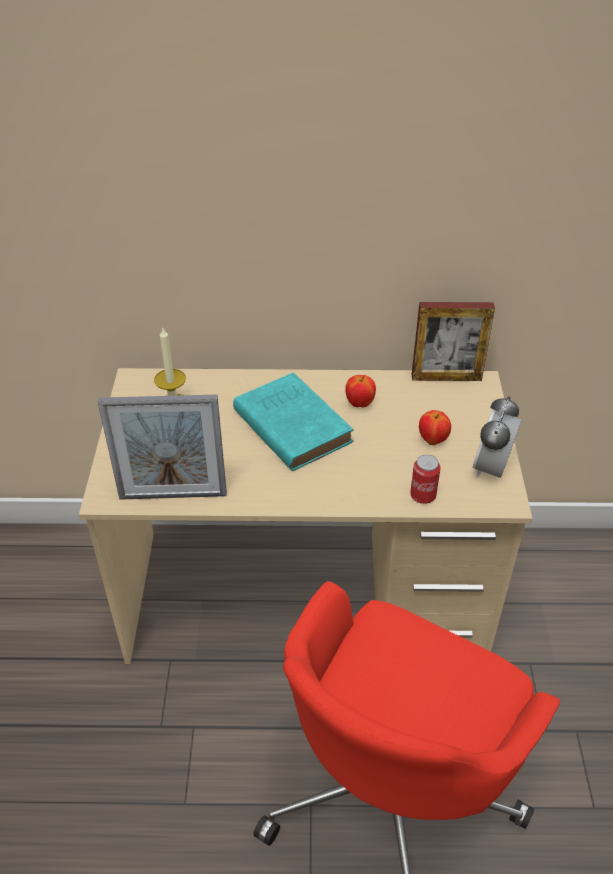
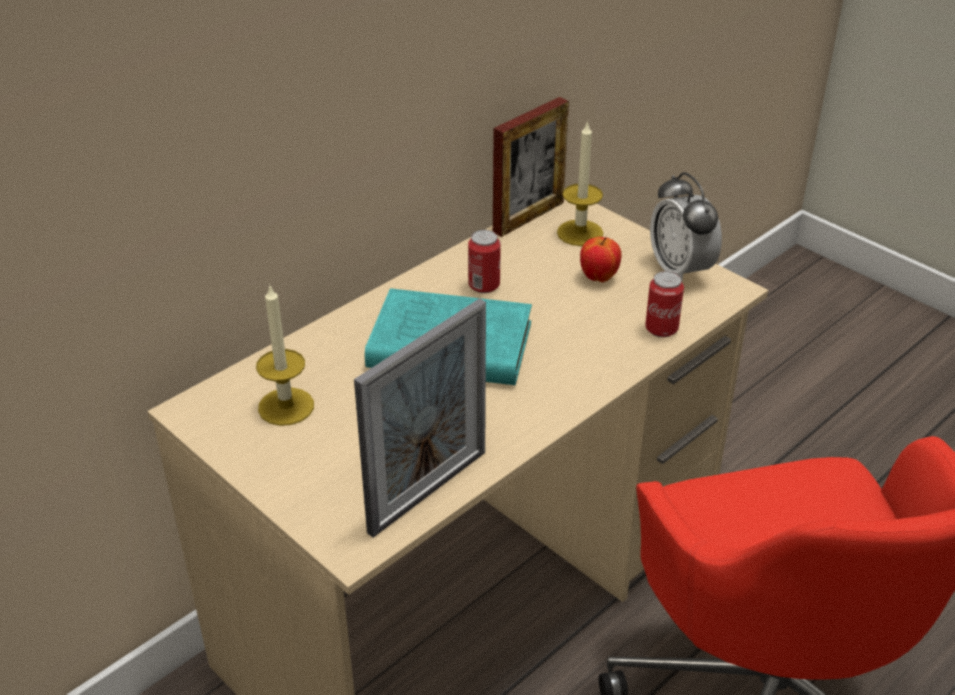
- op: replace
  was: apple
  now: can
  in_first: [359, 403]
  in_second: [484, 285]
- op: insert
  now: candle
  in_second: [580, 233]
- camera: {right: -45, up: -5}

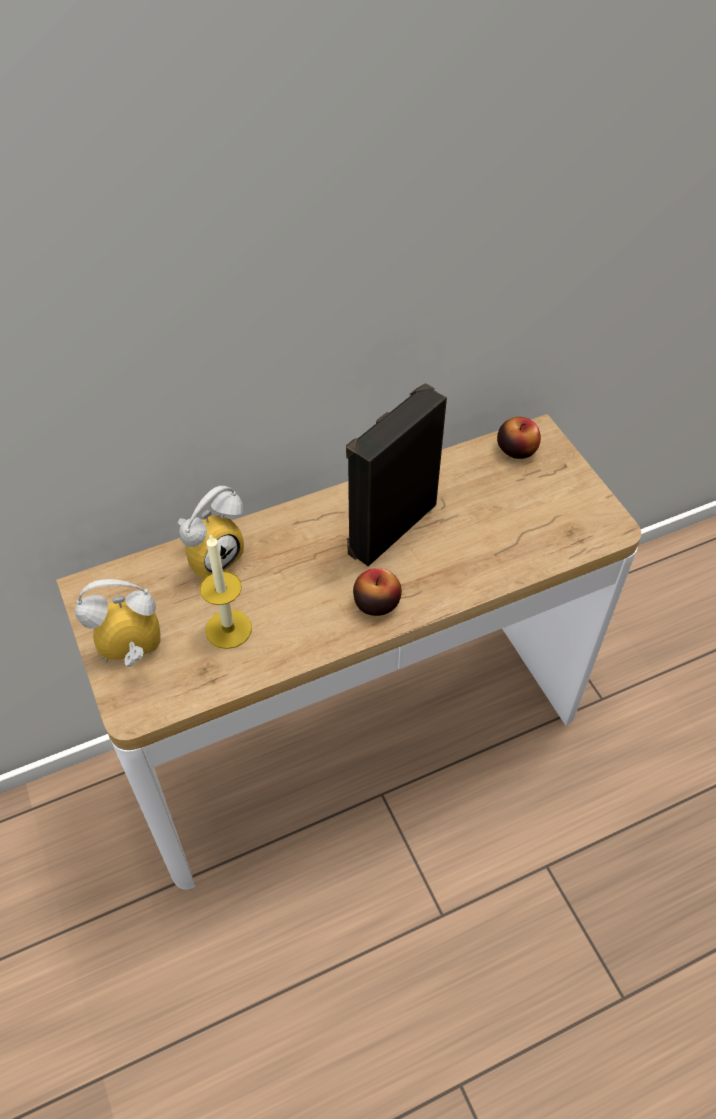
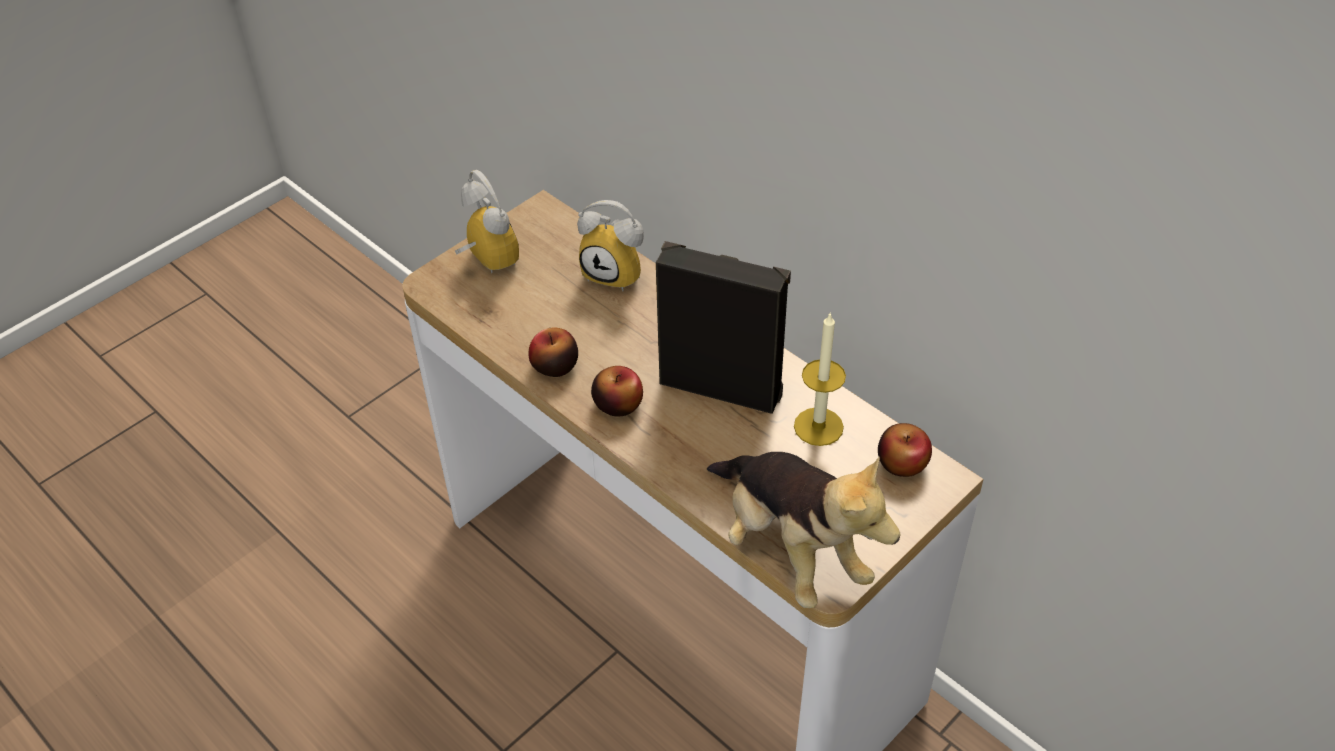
- op: insert
  now: apple
  in_second: [554, 366]
- op: insert
  now: plush toy
  in_second: [790, 548]
- op: move
  was: candle
  in_first: [228, 629]
  in_second: [818, 426]
- camera: {right: 70, up: -5}

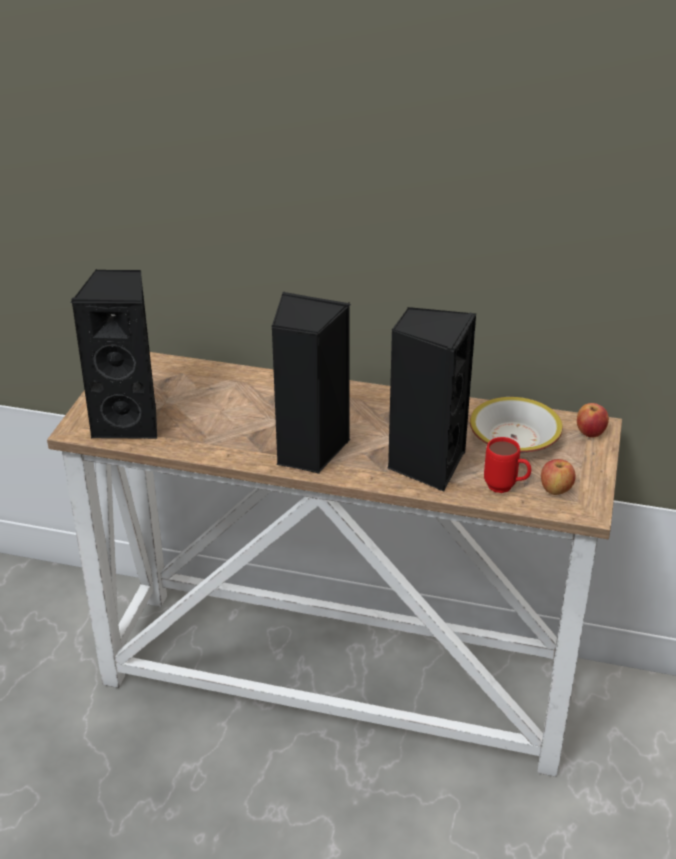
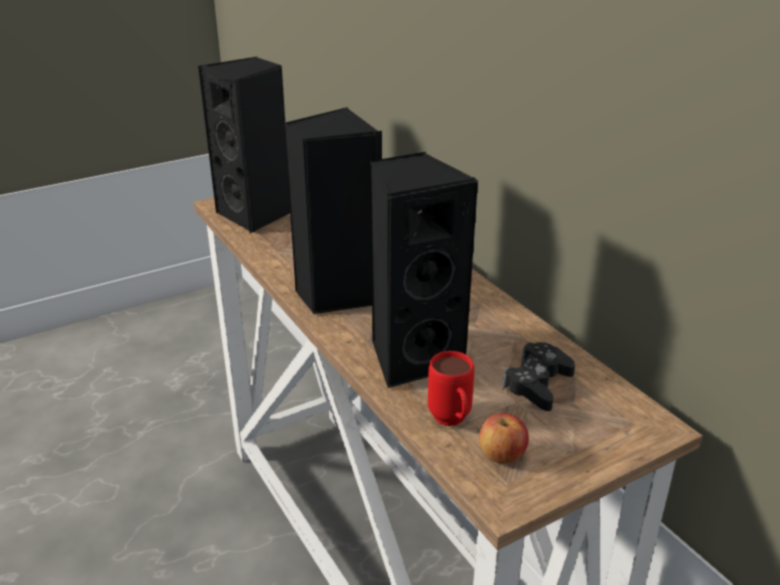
- op: replace
  was: bowl
  now: black game controller
  in_first: [513, 438]
  in_second: [537, 384]
- op: delete
  was: apple
  in_first: [590, 433]
- camera: {right: 45, up: -5}

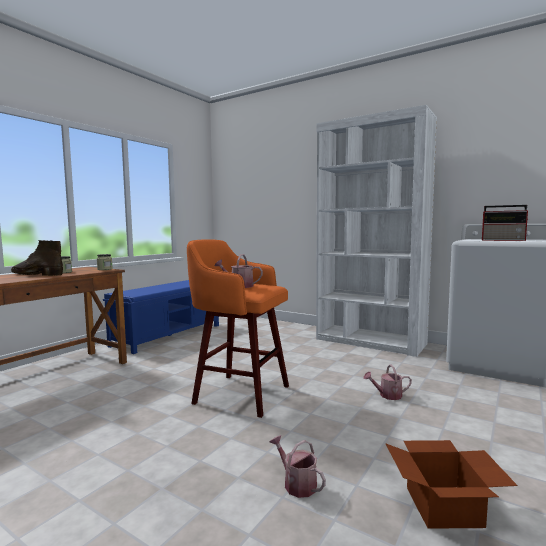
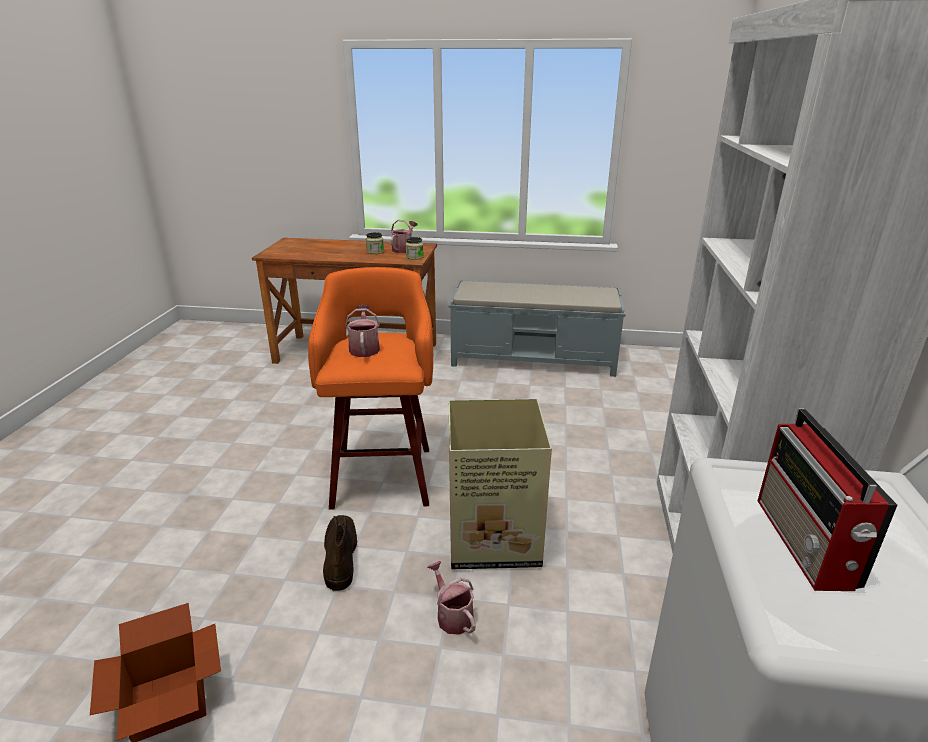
- op: move
  was: brown boot
  in_first: [36, 275]
  in_second: [340, 555]
- op: move
  was: watering can
  in_first: [297, 483]
  in_second: [404, 249]
- op: recolor
  was: blue bench
  now: grey bench
  in_first: [169, 335]
  in_second: [534, 359]
- op: insert
  now: cardboard box
  in_second: [495, 538]
- camera: {right: 65, up: 20}

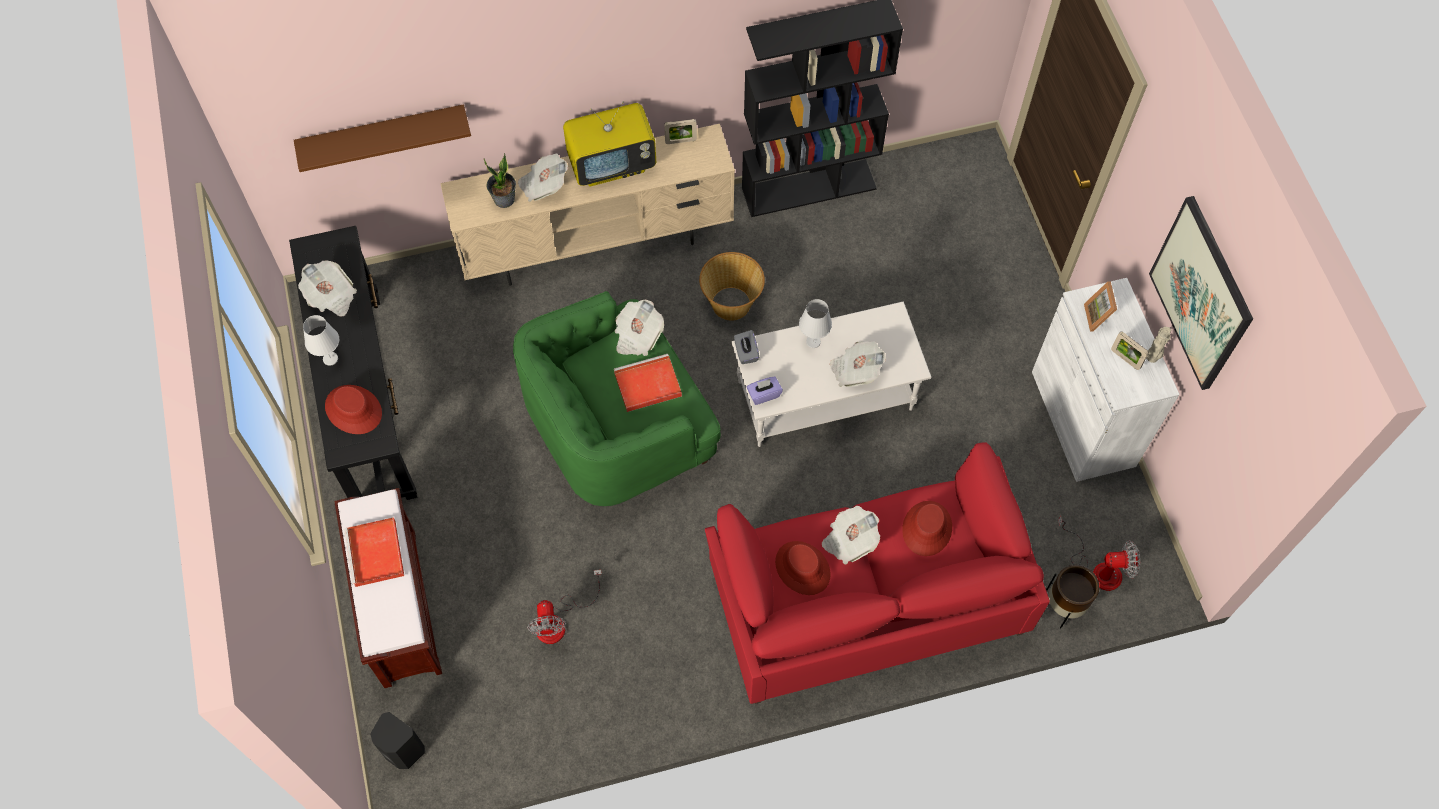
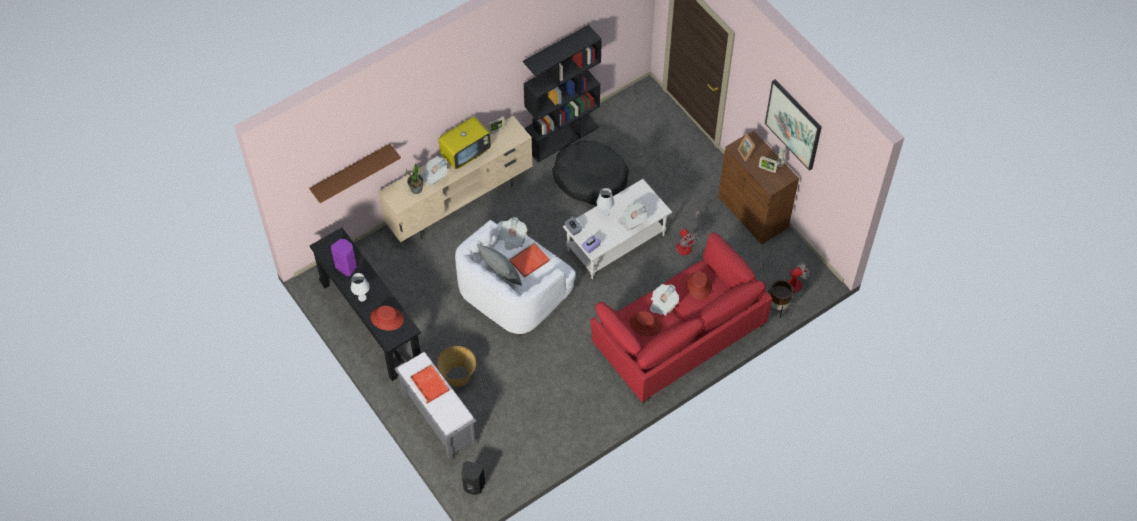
- op: replace
  was: newspaper
  now: purple speaker
  in_first: [331, 296]
  in_second: [347, 267]
- op: recolor
  was: brown bench
  now: grey bench
  in_first: [399, 606]
  in_second: [438, 419]
- op: move
  was: basket
  in_first: [731, 303]
  in_second: [458, 375]
- op: recolor
  was: green armchair
  now: white armchair
  in_first: [619, 427]
  in_second: [514, 293]
- op: insert
  now: grey pillow
  in_second: [500, 276]
- op: insert
  now: black dog bed
  in_second: [591, 179]
- op: move
  was: fan
  in_first: [559, 621]
  in_second: [686, 243]
- op: recolor
  was: white cabinet
  now: brown cabinet
  in_first: [1083, 418]
  in_second: [753, 212]
- camera: {right: -20, up: -5}

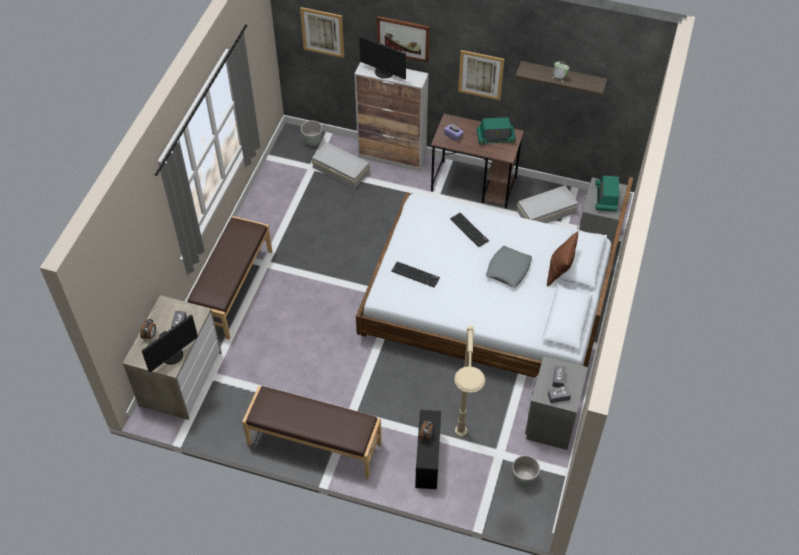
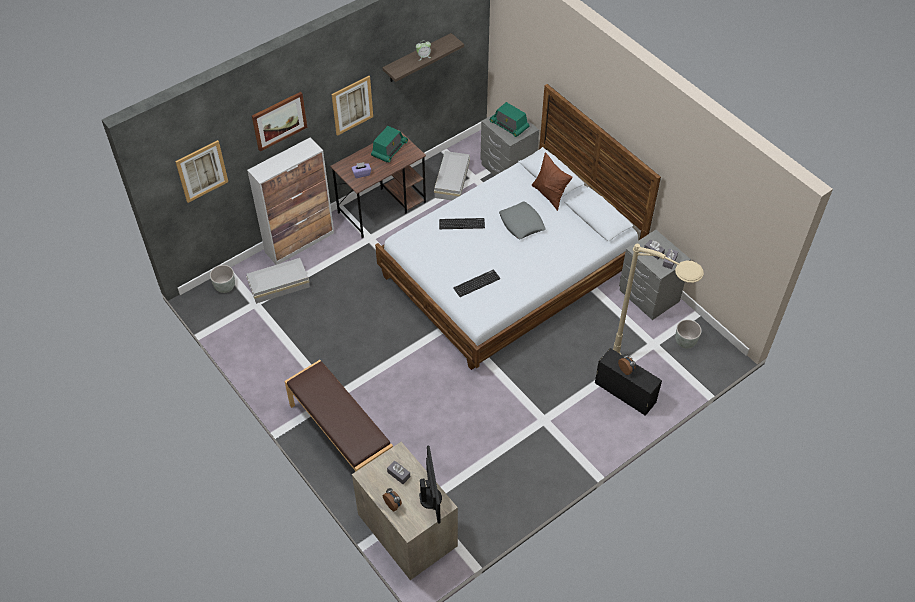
- op: delete
  was: brown bench
  in_first: [314, 444]
- op: delete
  was: monitor
  in_first: [383, 72]
- camera: {right: -55, up: 0}

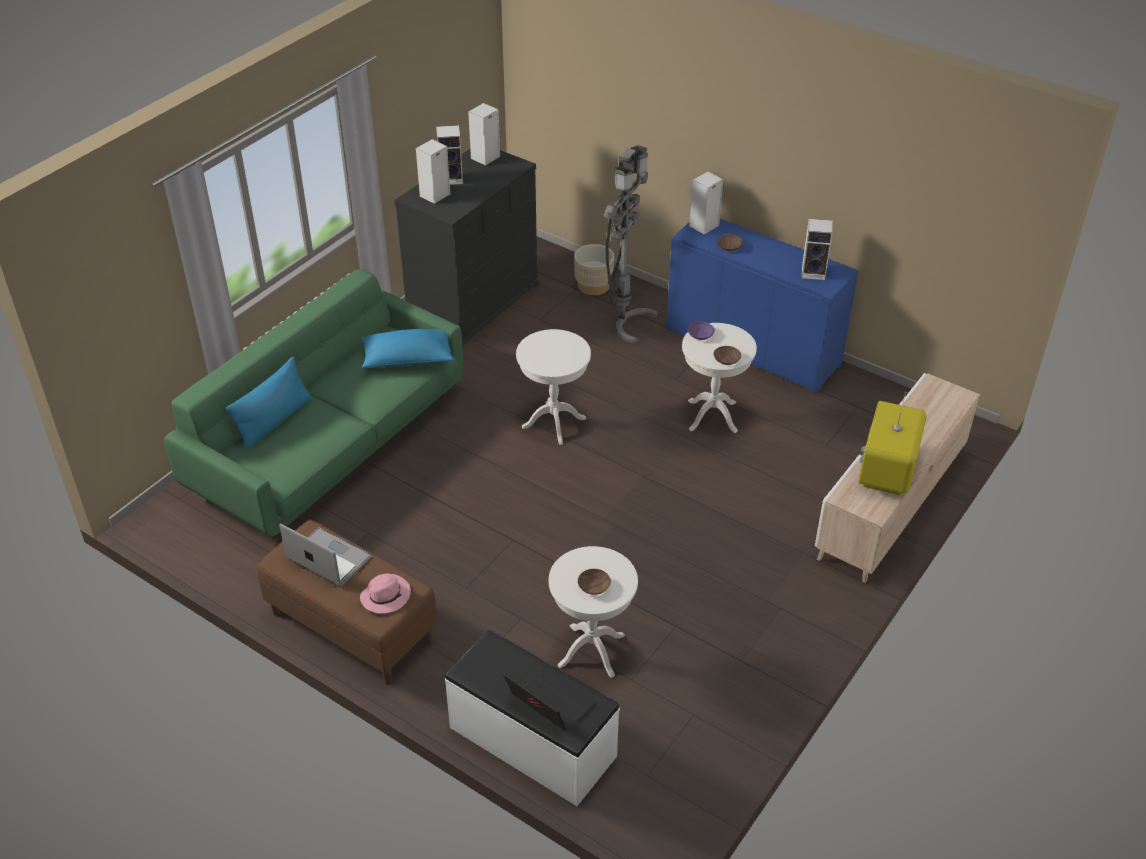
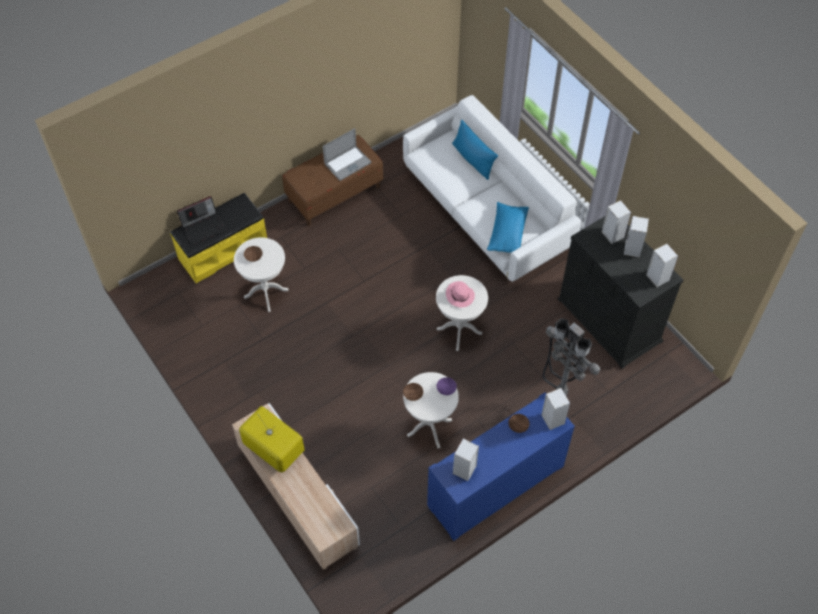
- op: recolor
  was: white bench
  now: yellow bench
  in_first: [532, 743]
  in_second: [223, 251]
- op: recolor
  was: green sofa
  now: white sofa
  in_first: [331, 443]
  in_second: [485, 211]
- op: move
  was: pink hat
  in_first: [386, 595]
  in_second: [460, 296]
- op: delete
  was: beige planter
  in_first: [593, 286]
- camera: {right: 110, up: 15}

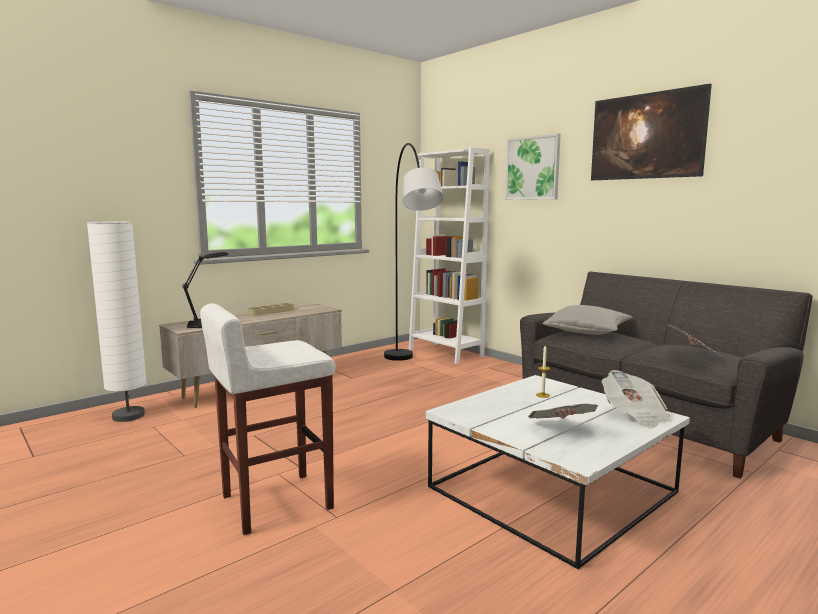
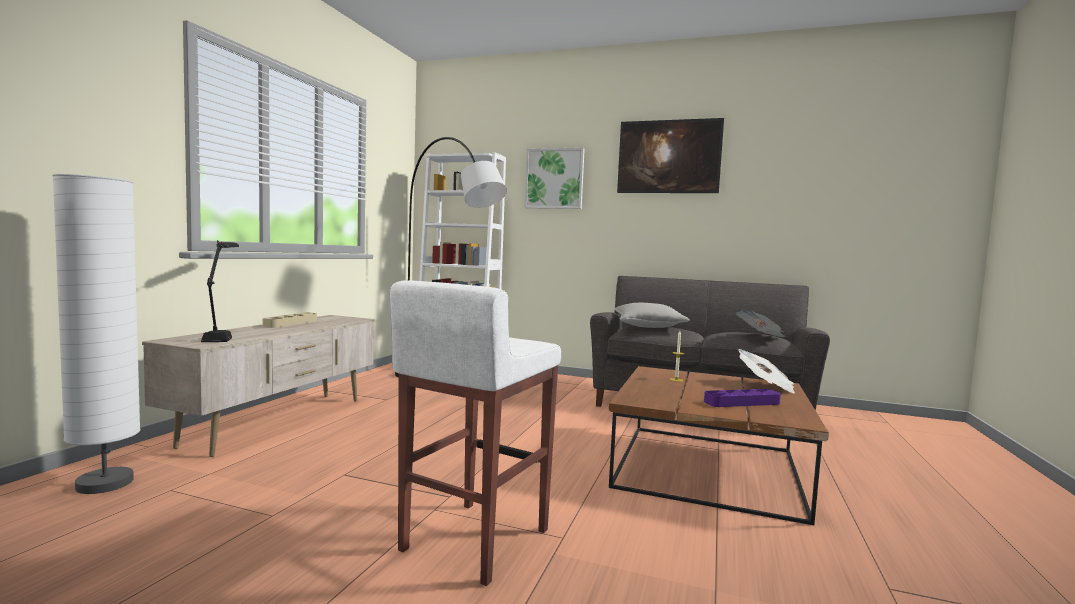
- op: recolor
  was: white coffee table
  now: brown coffee table
  in_first: [554, 489]
  in_second: [710, 467]
- op: replace
  was: newspaper
  now: purple tray
  in_first: [560, 429]
  in_second: [742, 402]
- camera: {right: -30, up: -5}

